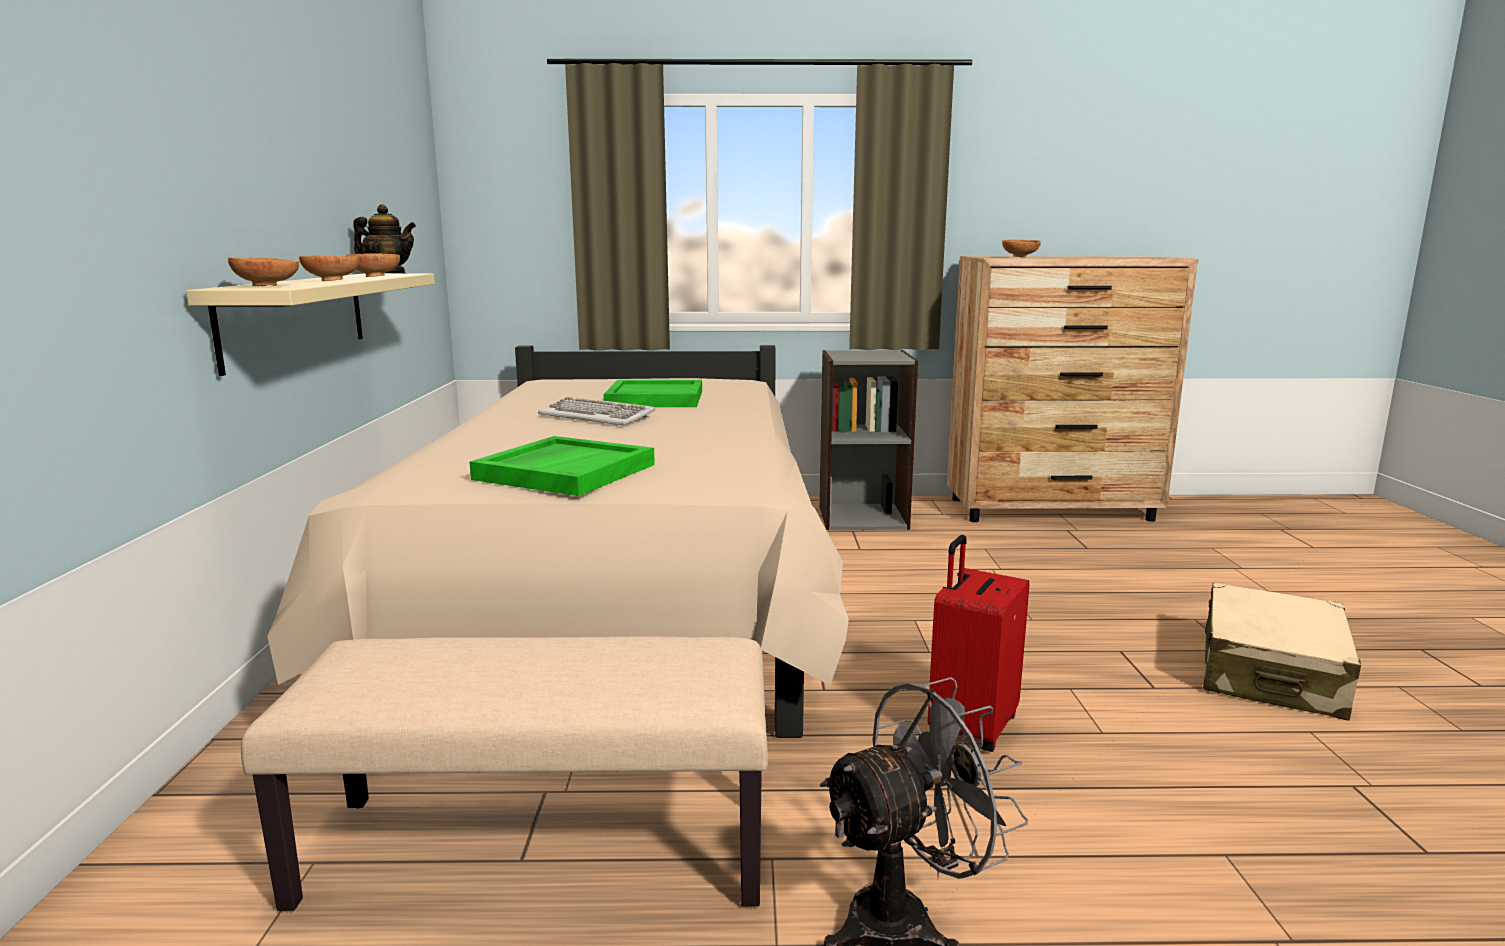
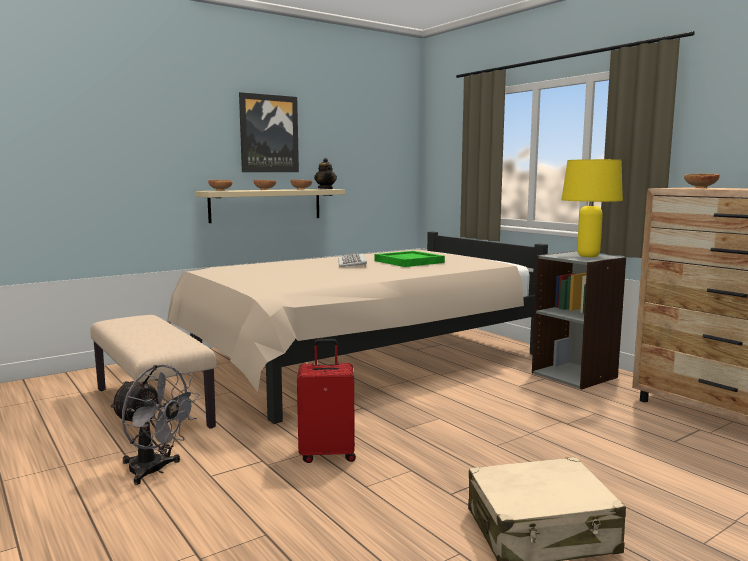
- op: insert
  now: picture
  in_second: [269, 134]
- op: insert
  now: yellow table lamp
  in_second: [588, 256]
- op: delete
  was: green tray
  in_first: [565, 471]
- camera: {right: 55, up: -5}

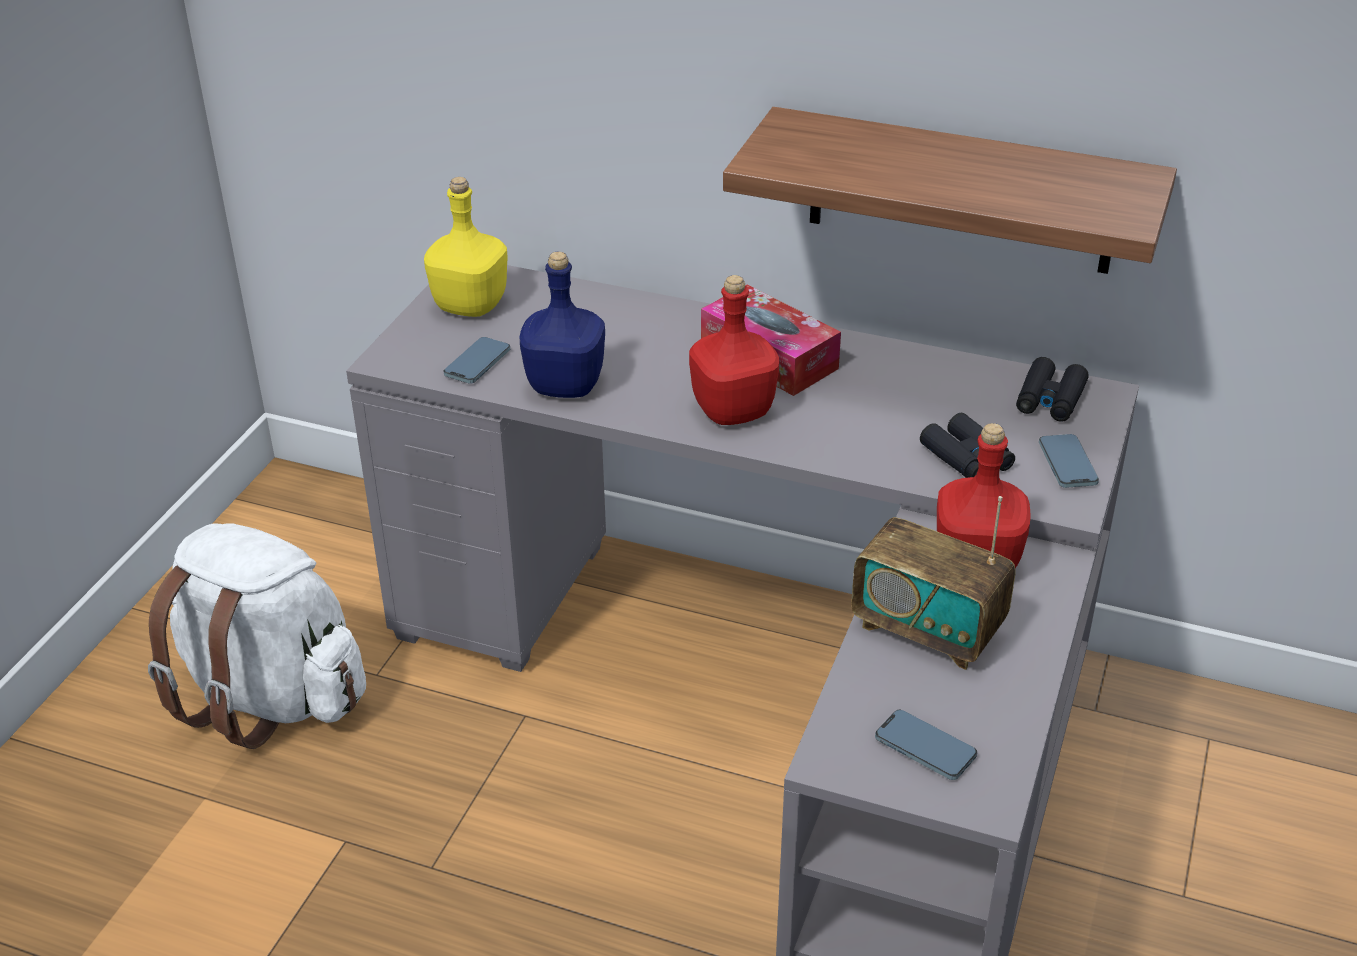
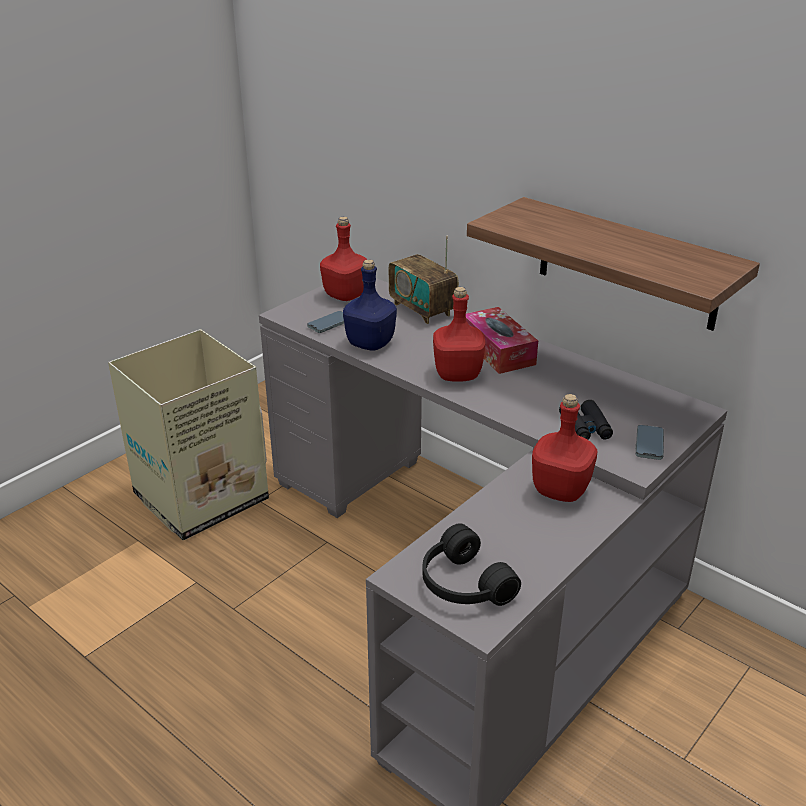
- op: replace
  was: white backpack
  now: cardboard box
  in_first: [270, 696]
  in_second: [198, 498]
- op: recolor
  was: yellow bottle
  now: red bottle
  in_first: [472, 305]
  in_second: [346, 295]
- op: move
  was: radio
  in_first: [927, 630]
  in_second: [422, 309]
- op: replace
  was: phone
  now: black headphones
  in_first: [925, 748]
  in_second: [461, 584]
- op: delete
  was: black binoculars
  in_first: [1050, 399]
- camera: {right: 20, up: -5}

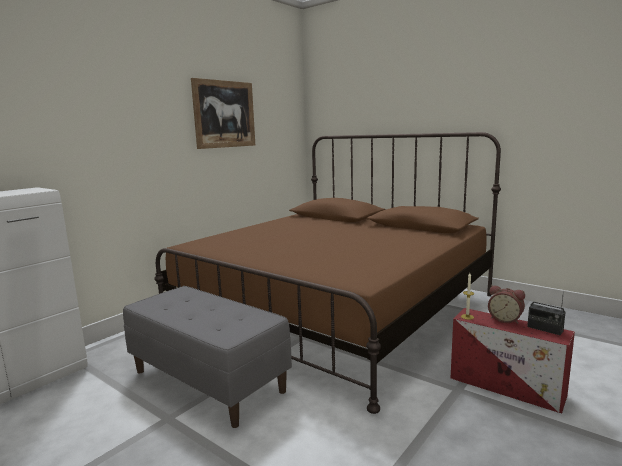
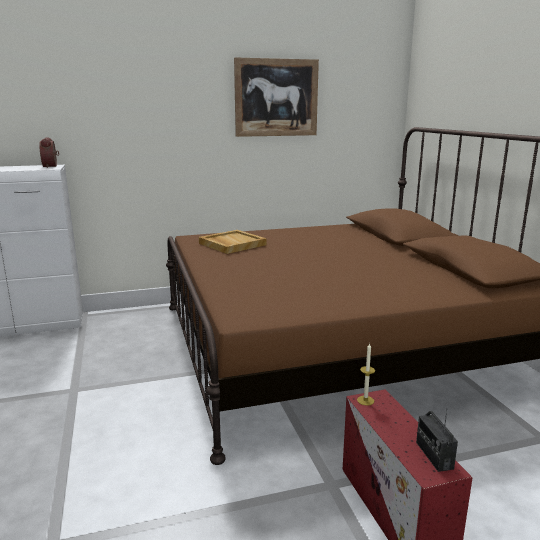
- op: move
  was: alarm clock
  in_first: [505, 319]
  in_second: [51, 166]
- op: insert
  now: beige tray
  in_second: [231, 244]
- op: delete
  was: grey bench
  in_first: [209, 381]
- camera: {right: 35, up: 5}

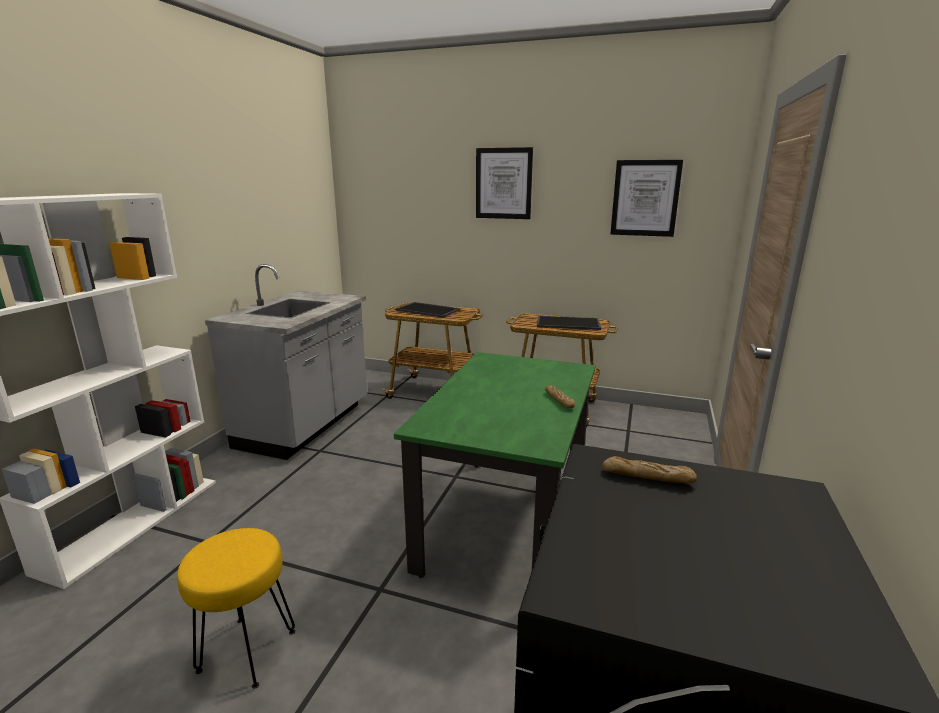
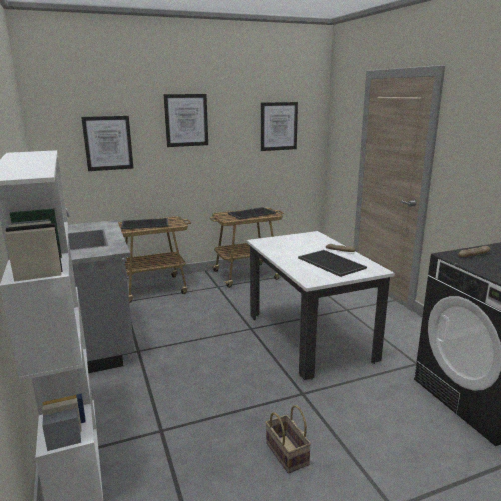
- op: insert
  now: picture
  in_second: [108, 143]
- op: recolor
  was: green dining table
  now: white dining table
  in_first: [506, 520]
  in_second: [309, 337]
- op: replace
  was: yellow stool
  now: basket
  in_first: [247, 650]
  in_second: [285, 453]
- op: insert
  now: tray
  in_second: [330, 263]
- camera: {right: -40, up: 0}

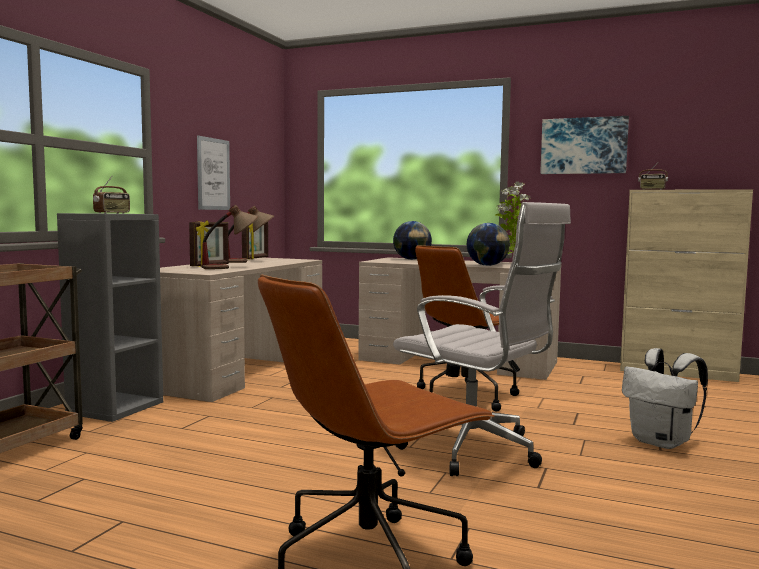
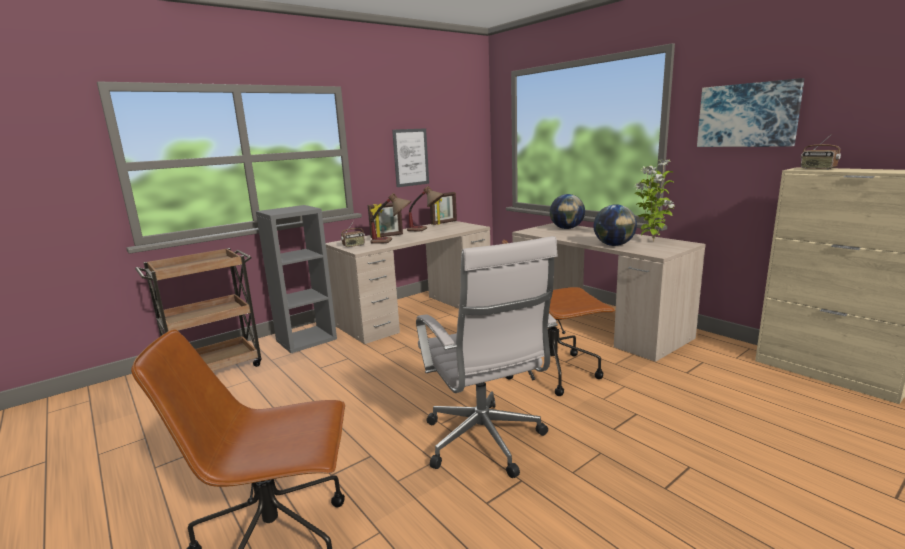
- op: move
  was: radio
  in_first: [112, 213]
  in_second: [353, 245]
- op: delete
  was: white backpack
  in_first: [662, 442]
- camera: {right: 30, up: 10}

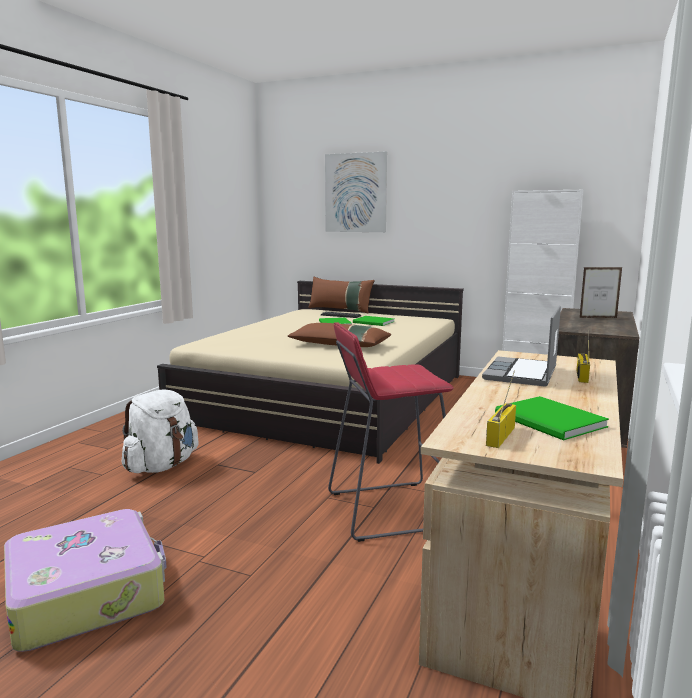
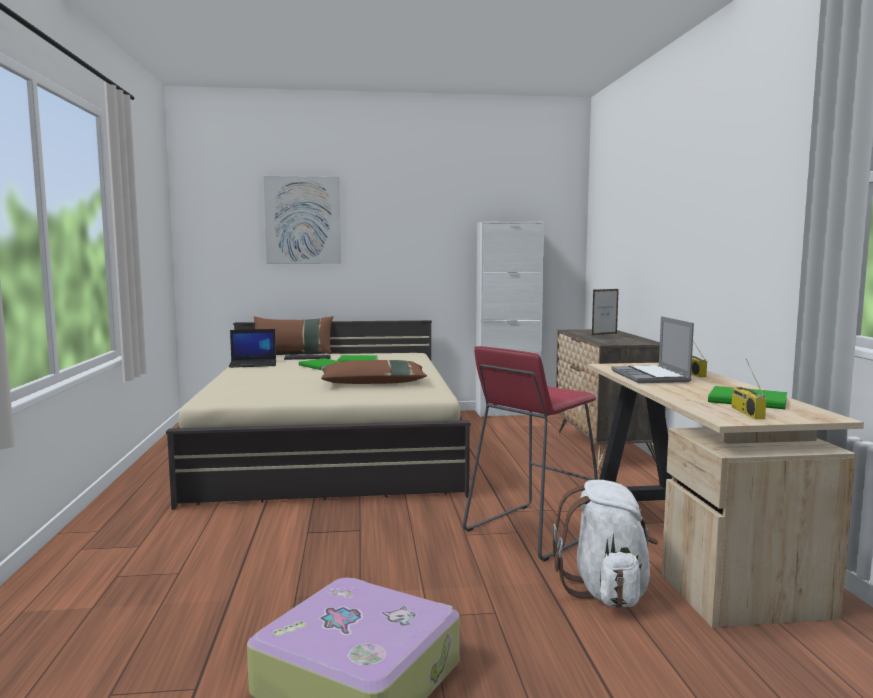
- op: insert
  now: laptop
  in_second: [254, 364]
- op: move
  was: white backpack
  in_first: [161, 466]
  in_second: [606, 591]
- camera: {right: -30, up: -5}

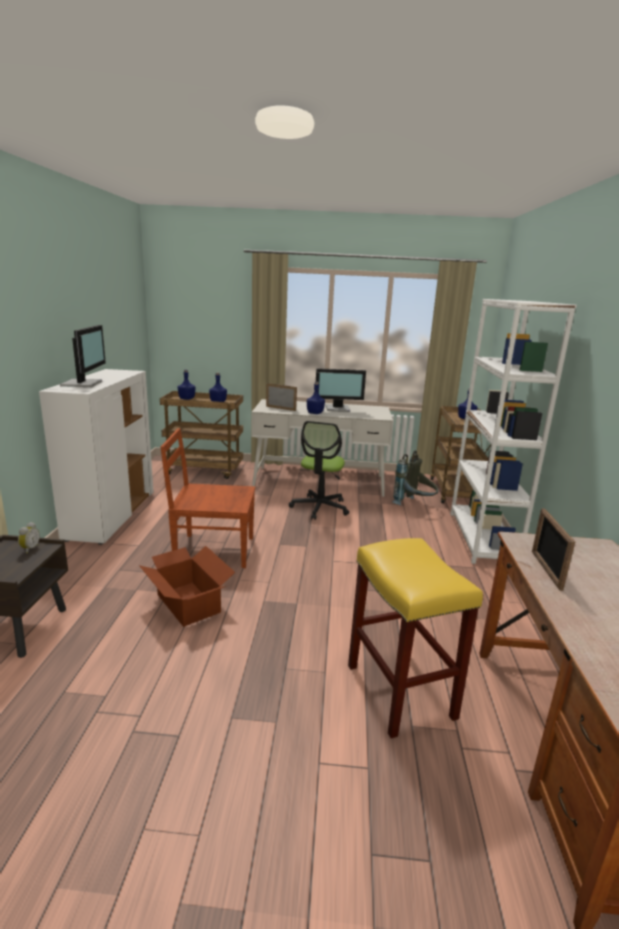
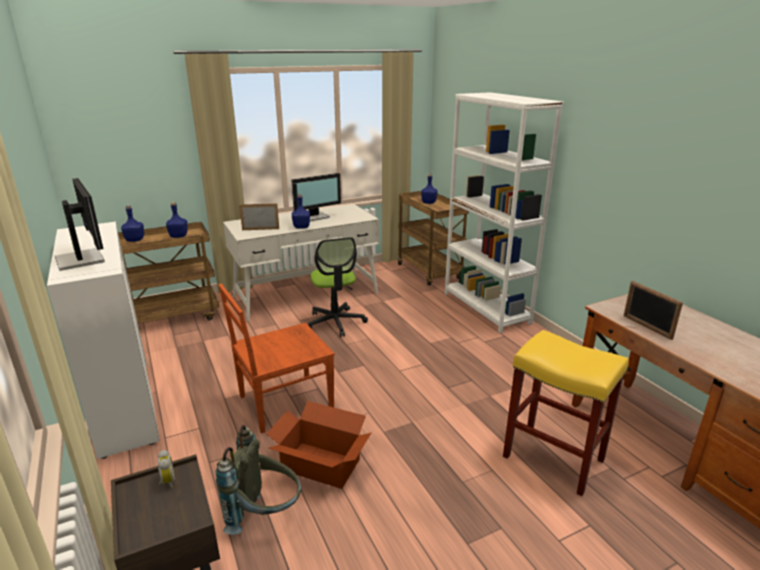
- op: move
  was: grey backpack
  in_first: [414, 505]
  in_second: [265, 515]
- camera: {right: -30, up: 5}

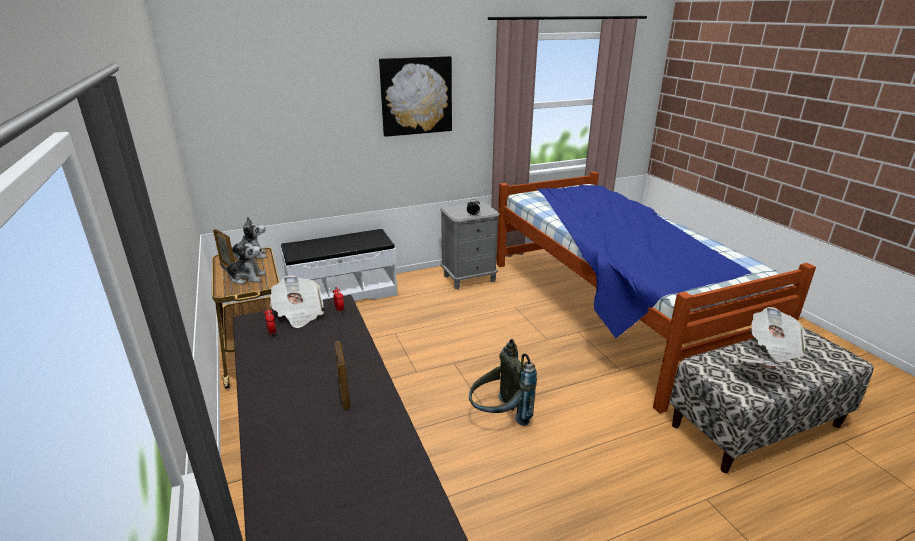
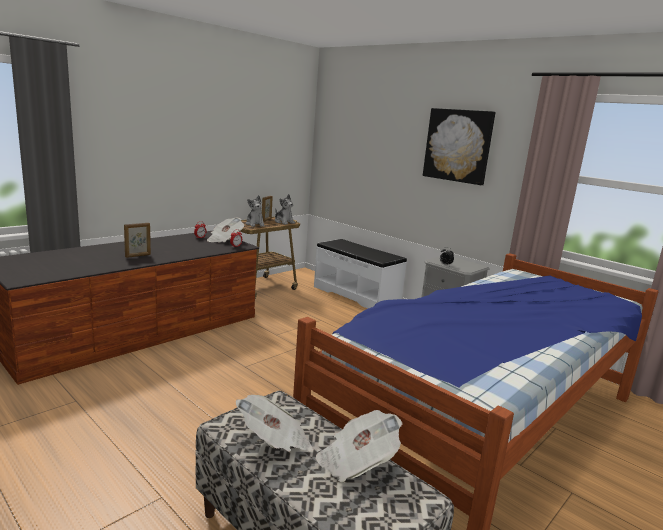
- op: delete
  was: grey backpack
  in_first: [499, 417]
- camera: {right: 65, up: -10}

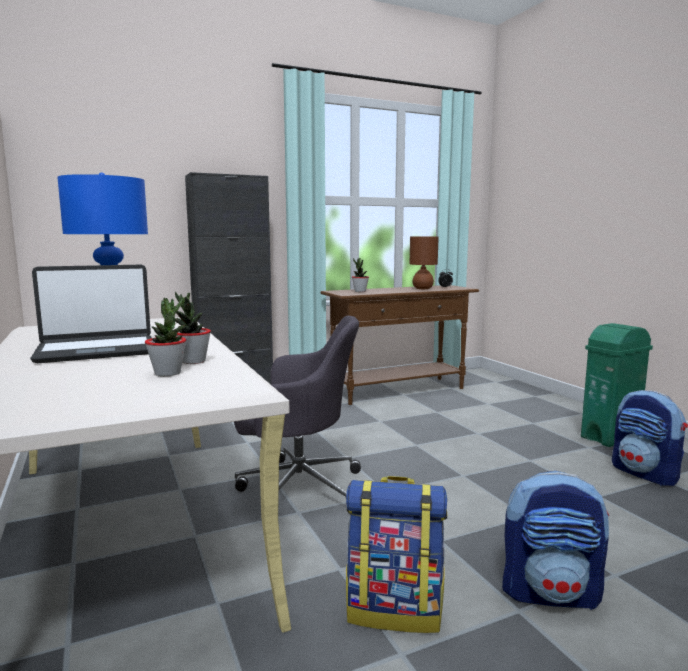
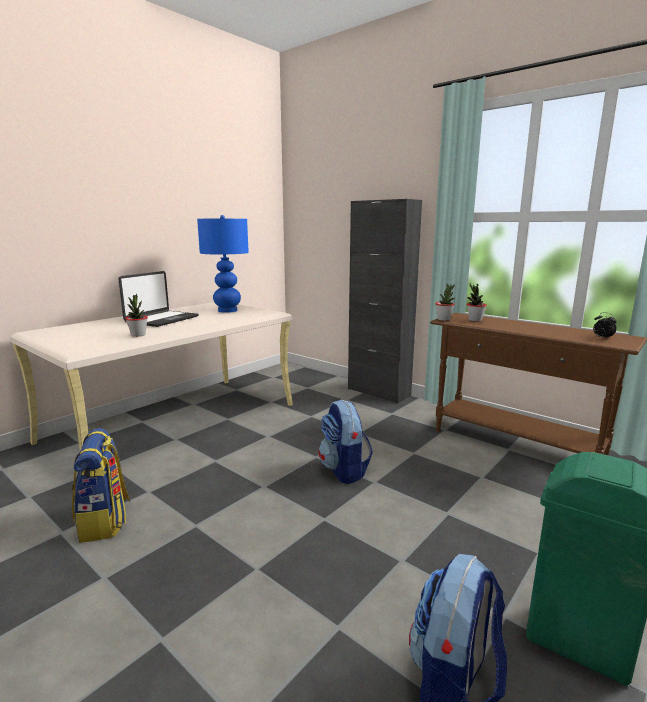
- op: rotate
  was: laptop
  in_first: [97, 350]
  in_second: [161, 319]
  clockwise: -105
- op: move
  was: backpack
  in_first: [550, 593]
  in_second: [344, 470]
- op: move
  was: potted plant
  in_first: [168, 373]
  in_second: [443, 319]
- op: delete
  was: grey office chair
  in_first: [297, 488]
- op: delete
  was: brown table lamp
  in_first: [422, 288]
- camera: {right: 65, up: 5}

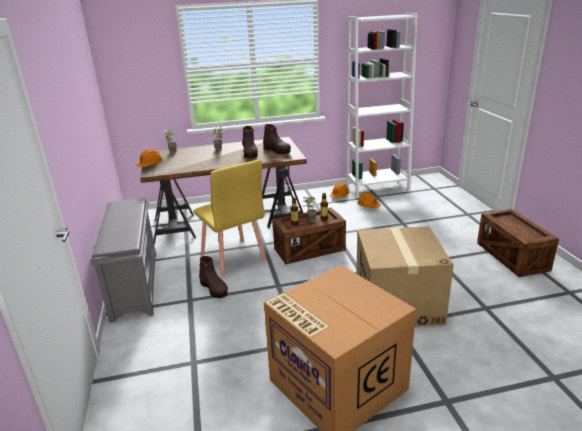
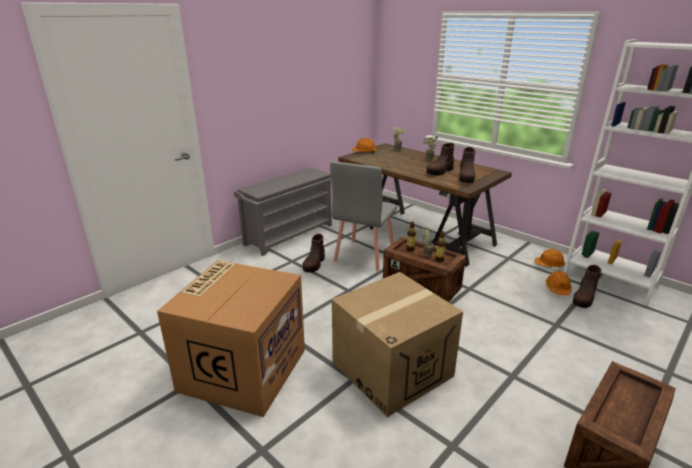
- op: recolor
  was: yellow chair
  now: grey chair
  in_first: [233, 258]
  in_second: [363, 255]
- op: insert
  now: brown boot
  in_second: [584, 299]
- camera: {right: 55, up: 0}

